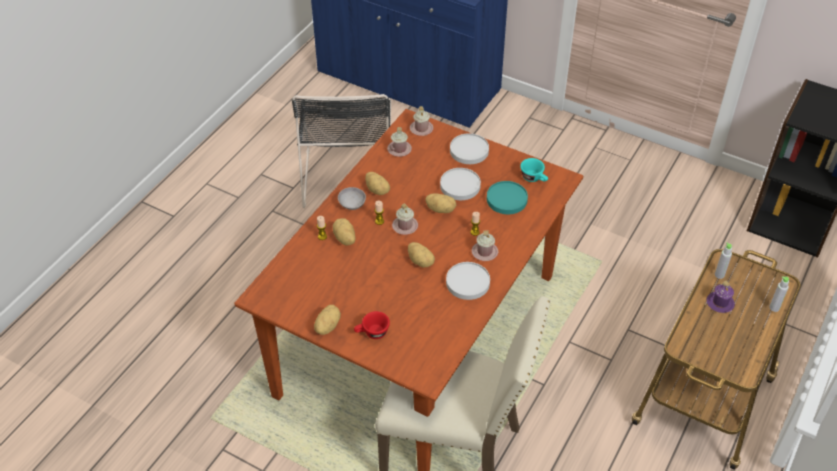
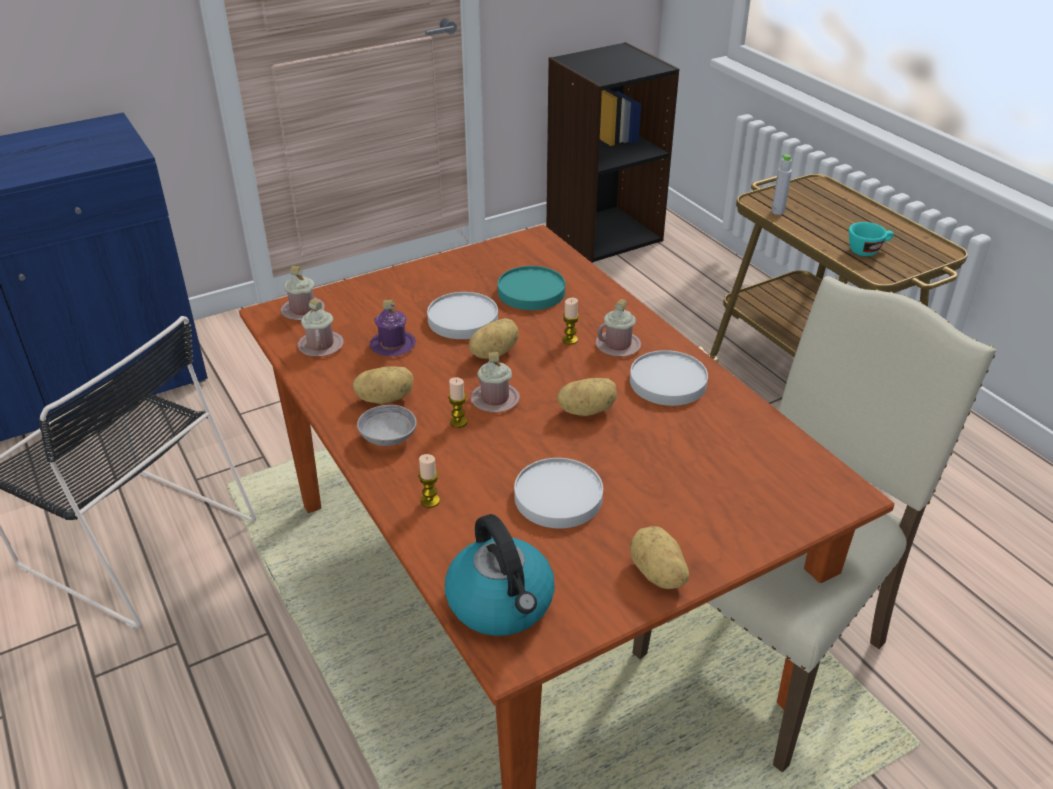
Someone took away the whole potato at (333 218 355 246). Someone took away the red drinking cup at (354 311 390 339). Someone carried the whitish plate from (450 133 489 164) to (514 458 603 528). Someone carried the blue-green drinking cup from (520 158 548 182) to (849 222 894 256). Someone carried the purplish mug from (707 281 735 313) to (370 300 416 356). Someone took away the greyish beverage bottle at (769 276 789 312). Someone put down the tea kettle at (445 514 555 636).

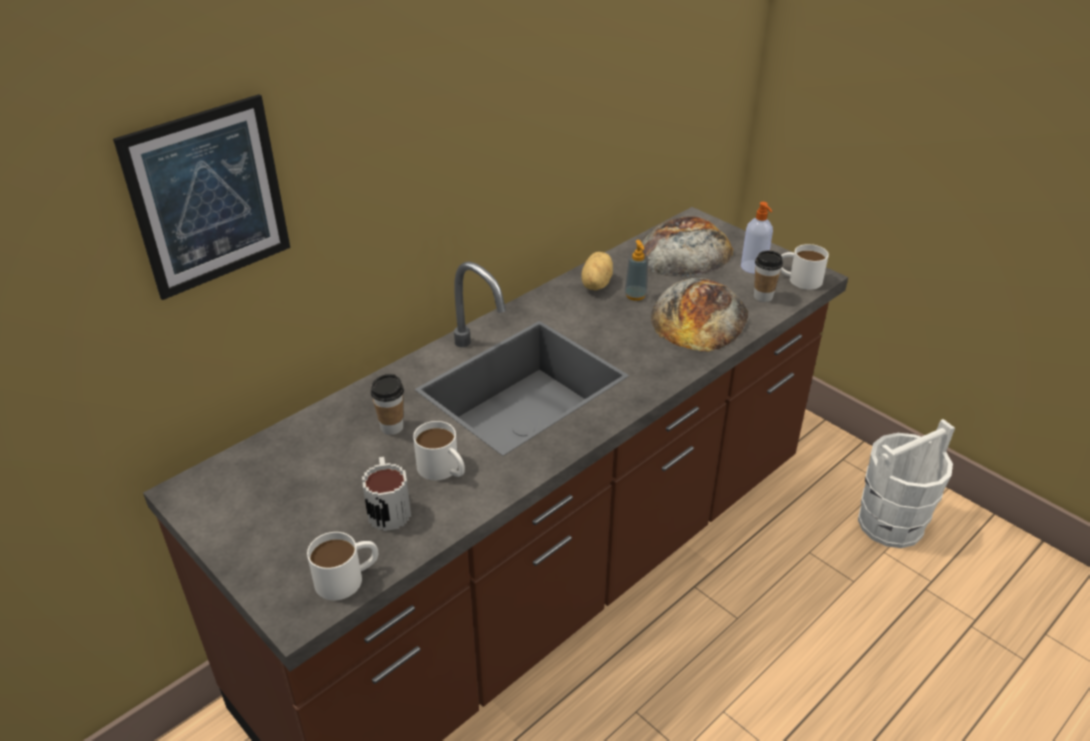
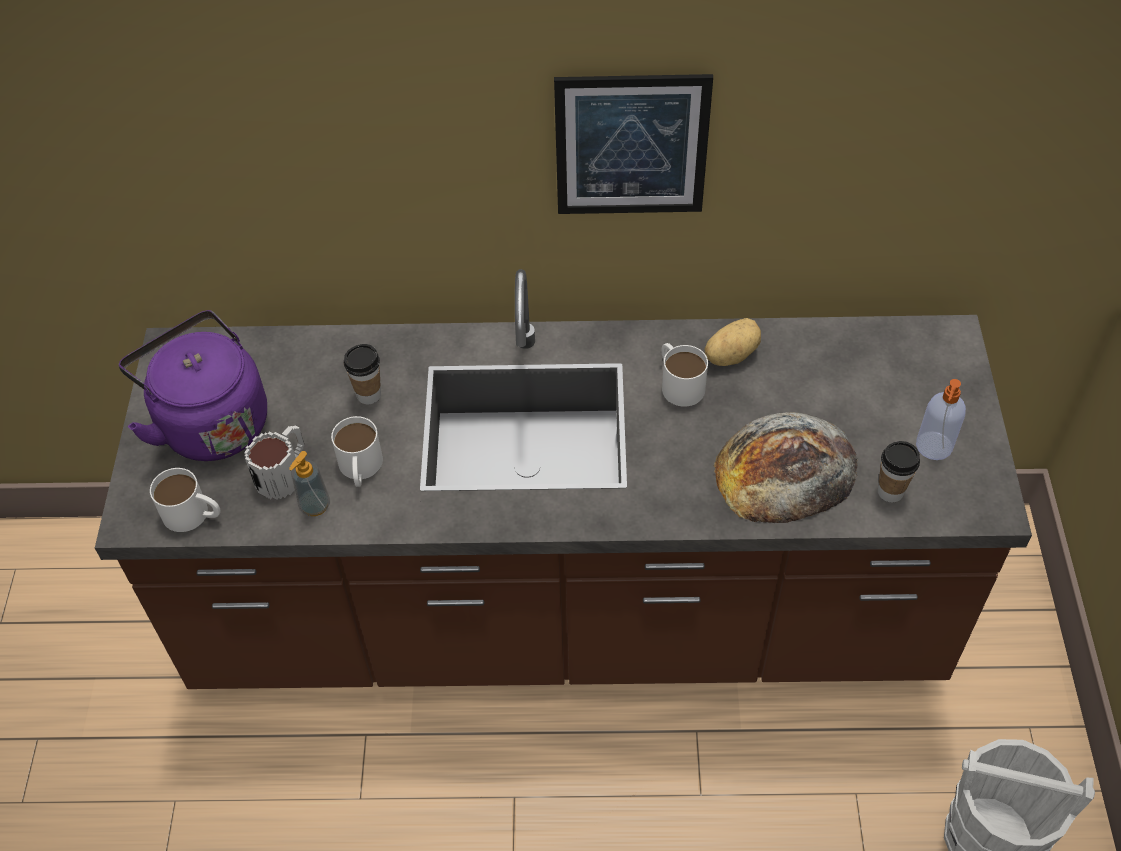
Someone carried the wall picture from (113 94 290 300) to (554 74 713 214). Someone carried the liquid soap bottle from (624 240 648 301) to (289 451 330 516). Someone took away the bread at (641 216 733 277). Someone carried the whitish mug from (780 244 829 290) to (662 343 708 407). Someone put down the purplish tea kettle at (119 310 267 461).

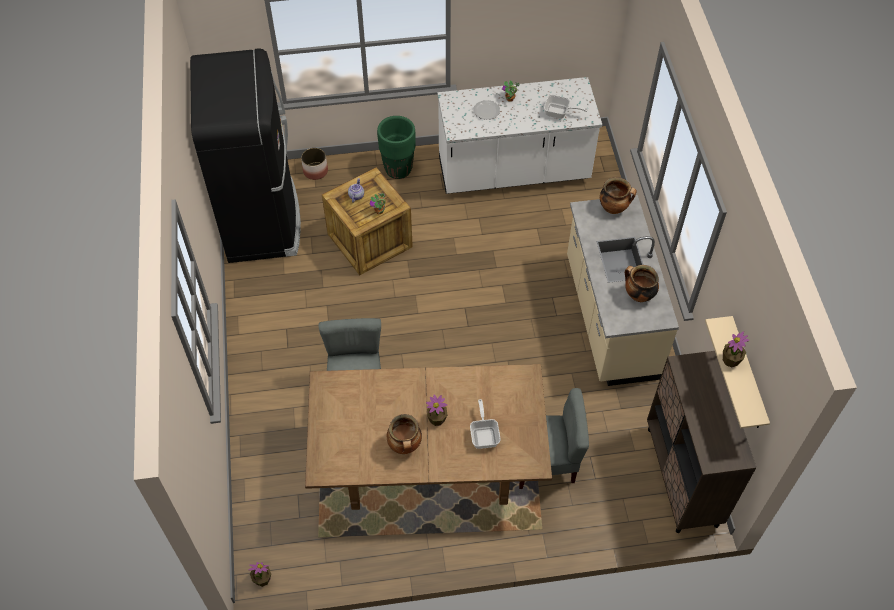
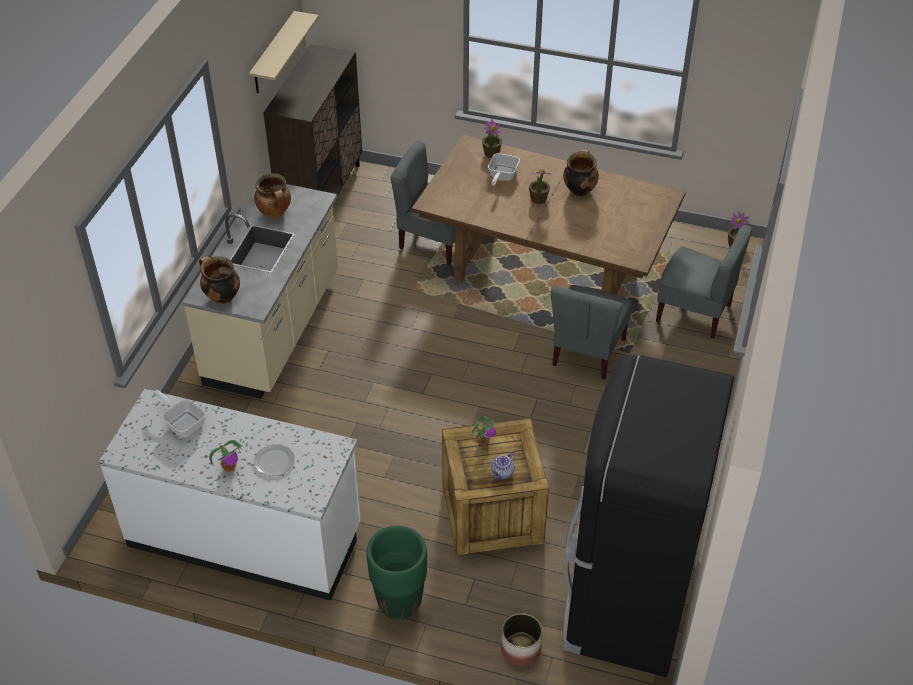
Someone carried the plant in a pot from (723 331 749 367) to (482 119 502 158). Someone put down the greyish chair at (656 225 753 338).

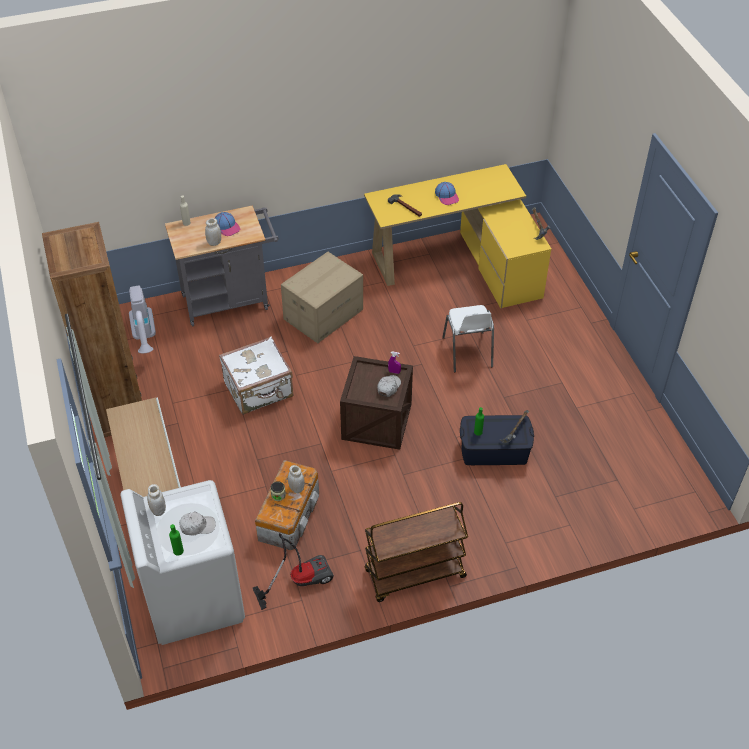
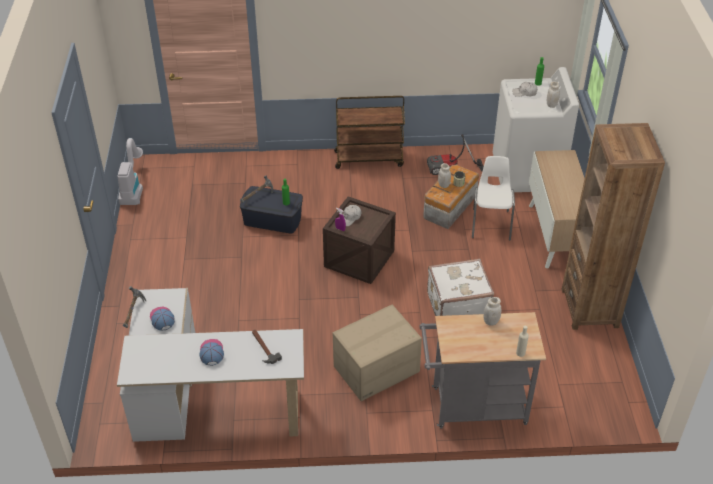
Someone carried the hoover from (129 286 156 353) to (118 138 143 205). Someone carried the cap from (215 212 240 236) to (150 306 175 331). Someone repainted the yellow-coloured desk at (364 164 552 309), which became the whitish desk at (117 288 304 442). Someone carried the whitish chair from (442 305 494 372) to (472 156 515 241).

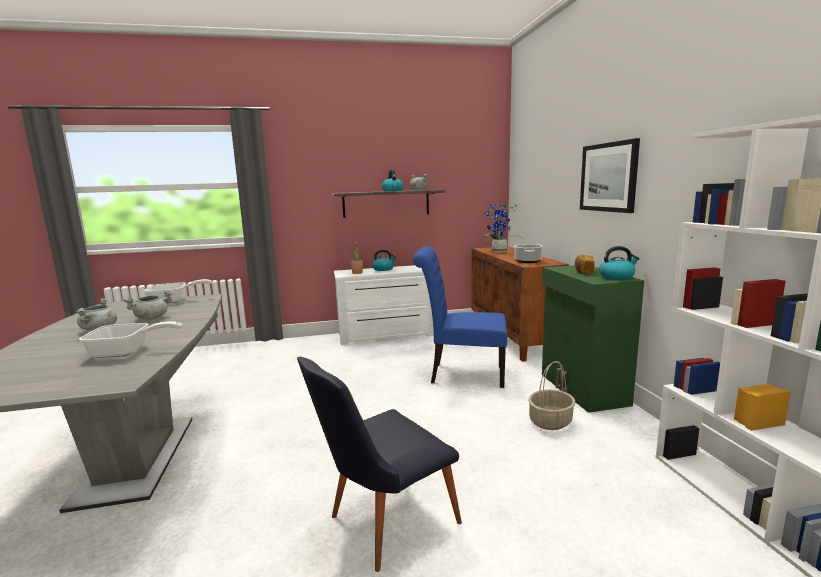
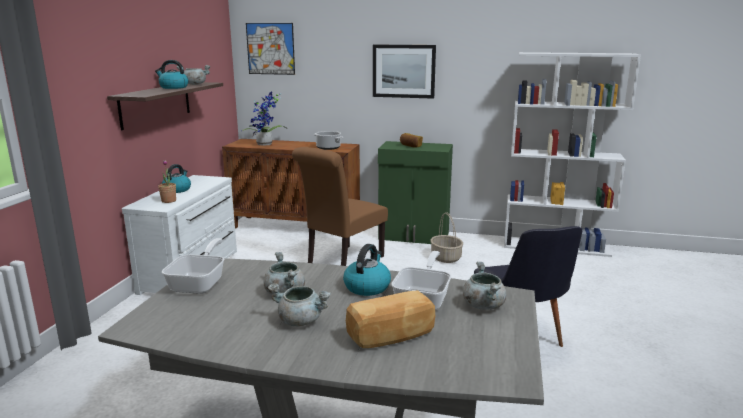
Someone repainted the blue chair at (413 246 508 388), which became the brownish chair at (292 147 388 266). Someone carried the tea kettle from (599 246 639 280) to (343 244 391 296). Someone put up the wall picture at (246 23 295 75). Someone put down the bread at (346 291 435 348). Someone put down the greyish cooking pot at (463 262 507 309).

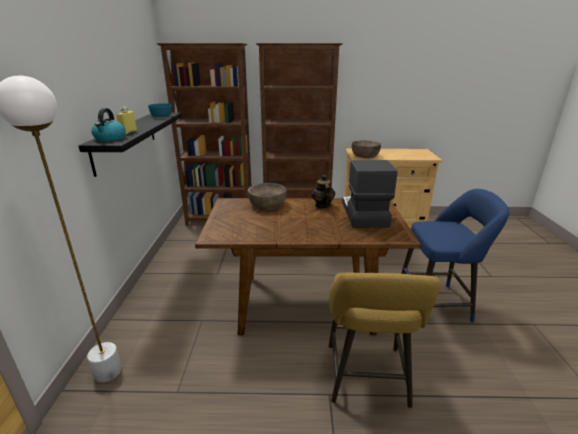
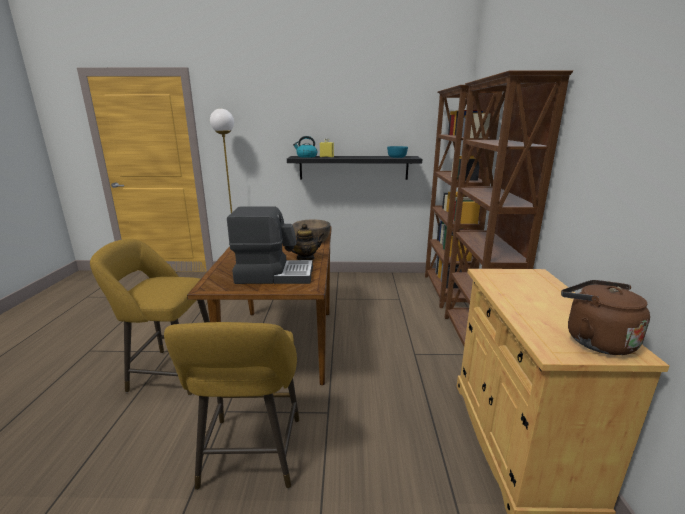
Someone took away the brownish serving bowl at (352 140 381 158). Someone repainted the blue stool at (401 189 509 323), which became the yellow-coloured stool at (164 322 299 490). Someone put down the brownish tea kettle at (561 280 650 355).

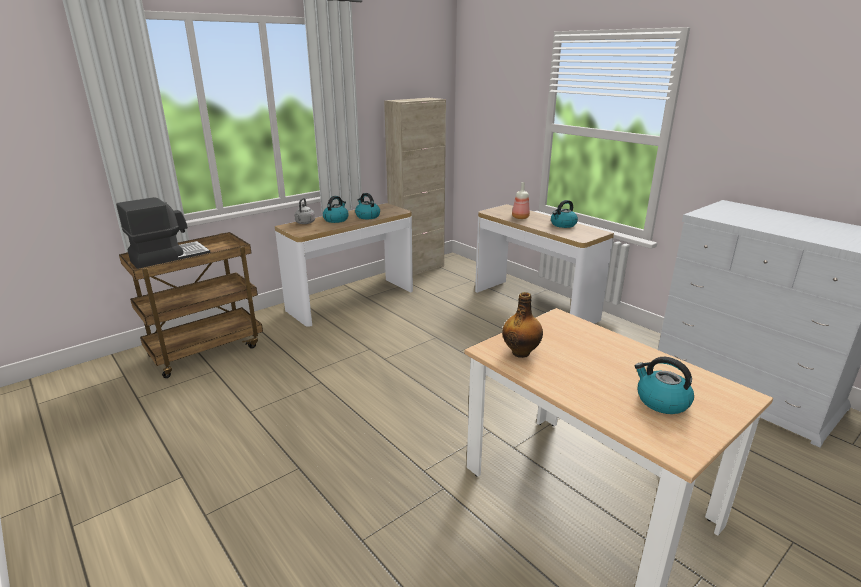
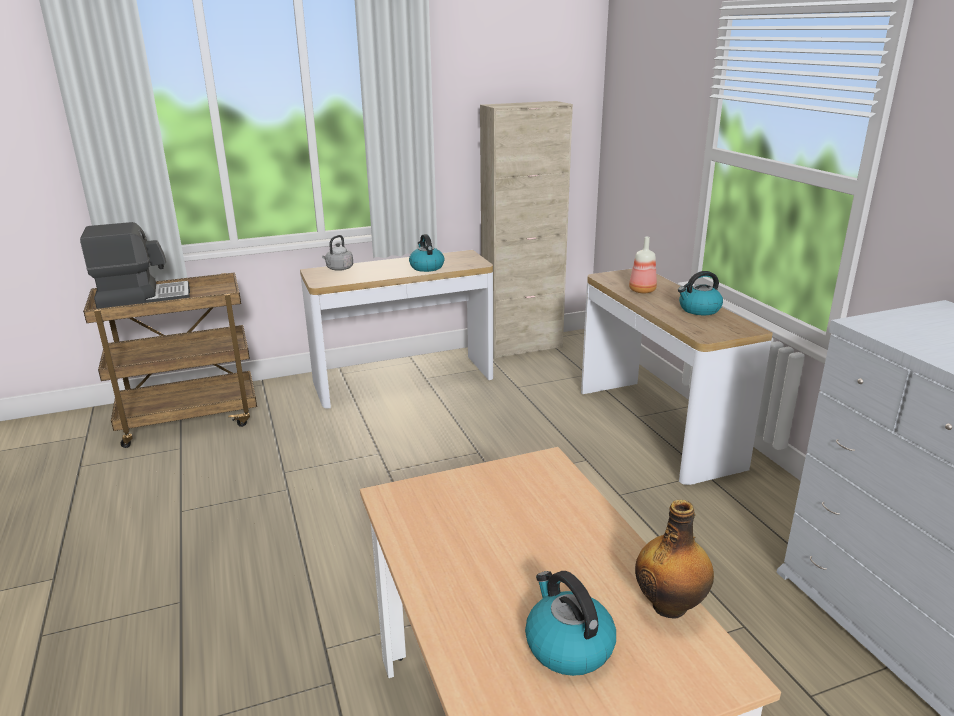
Someone took away the tea kettle at (323 196 349 223). Someone carried the beverage bottle from (502 292 543 358) to (635 500 714 618).

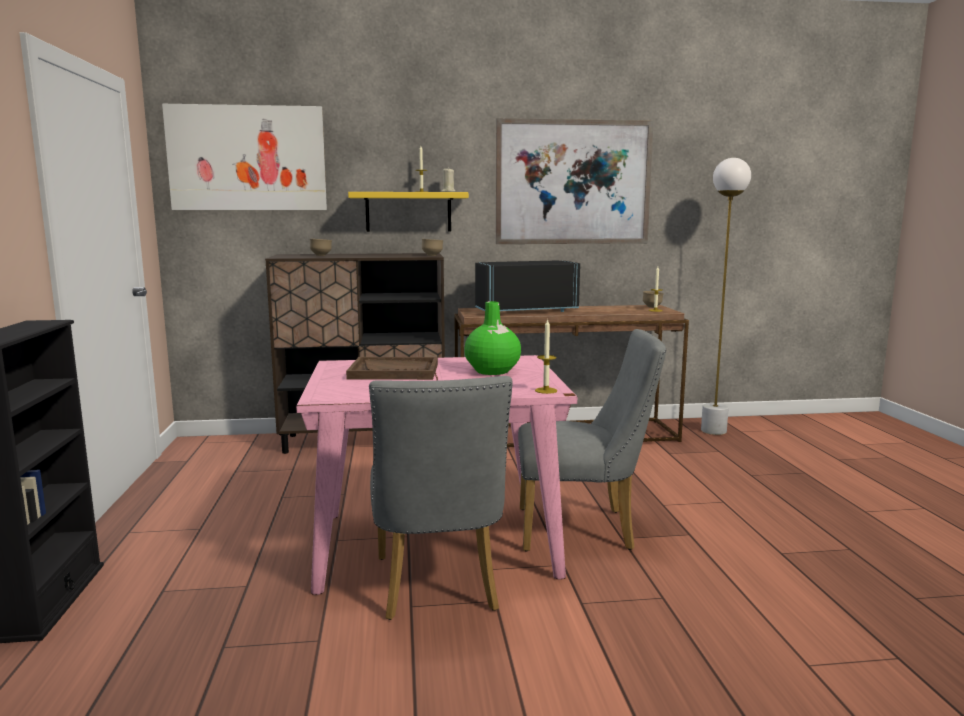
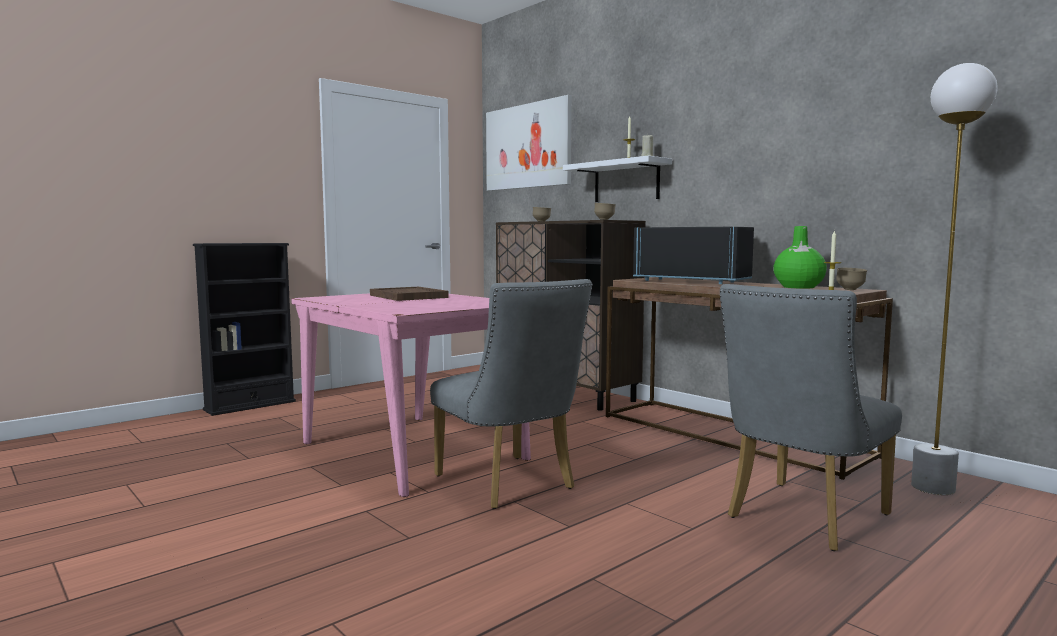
Someone repainted the yellow-coloured shelf at (348 192 469 232), which became the whitish shelf at (563 155 672 202). Someone carried the greyish chair from (369 376 512 620) to (720 284 902 551). Someone carried the greenish vase from (464 301 521 375) to (773 226 827 289). Someone took away the wall picture at (496 118 654 244). Someone took away the wax candle at (535 319 557 394).

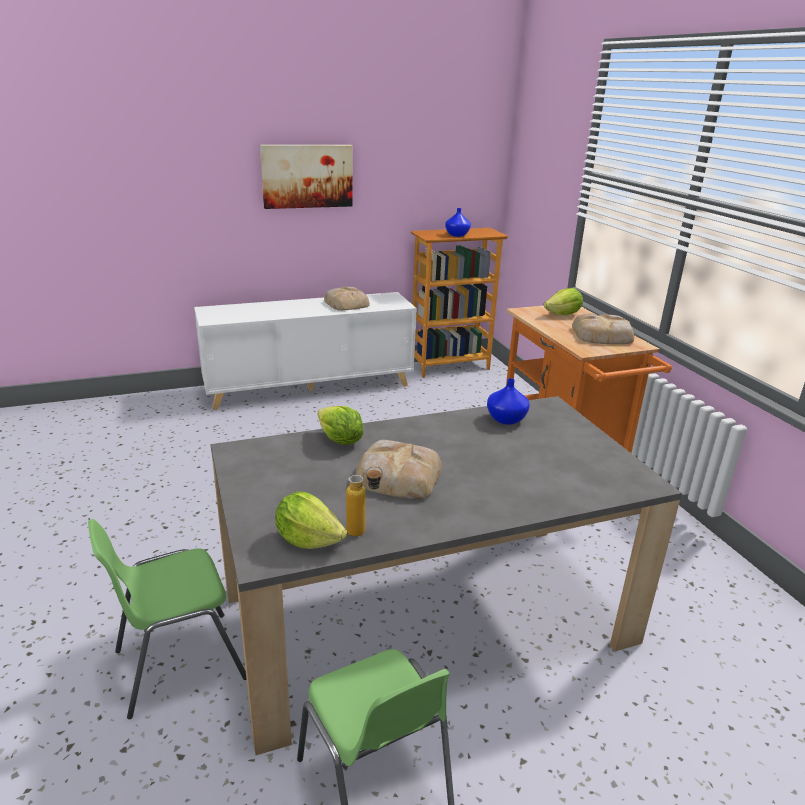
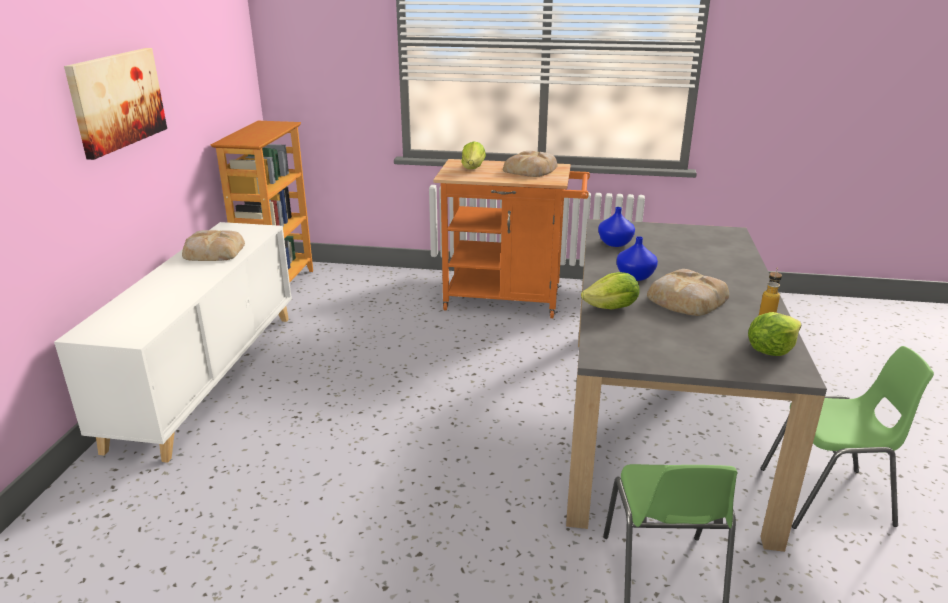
Someone carried the blue vase from (445 208 471 237) to (616 236 658 281).

